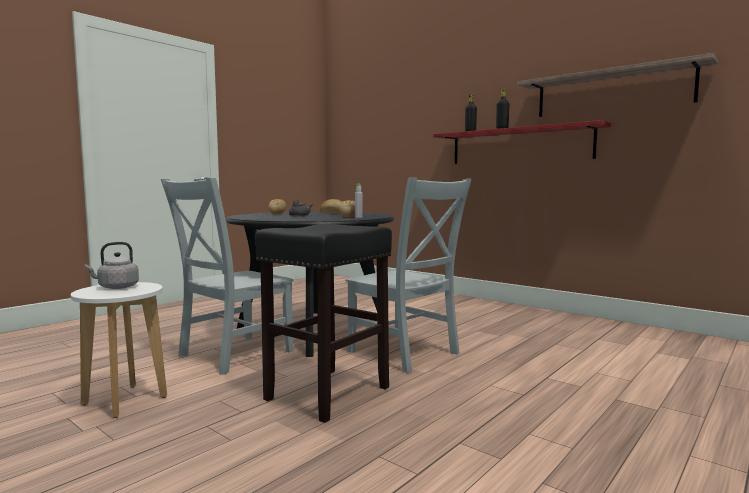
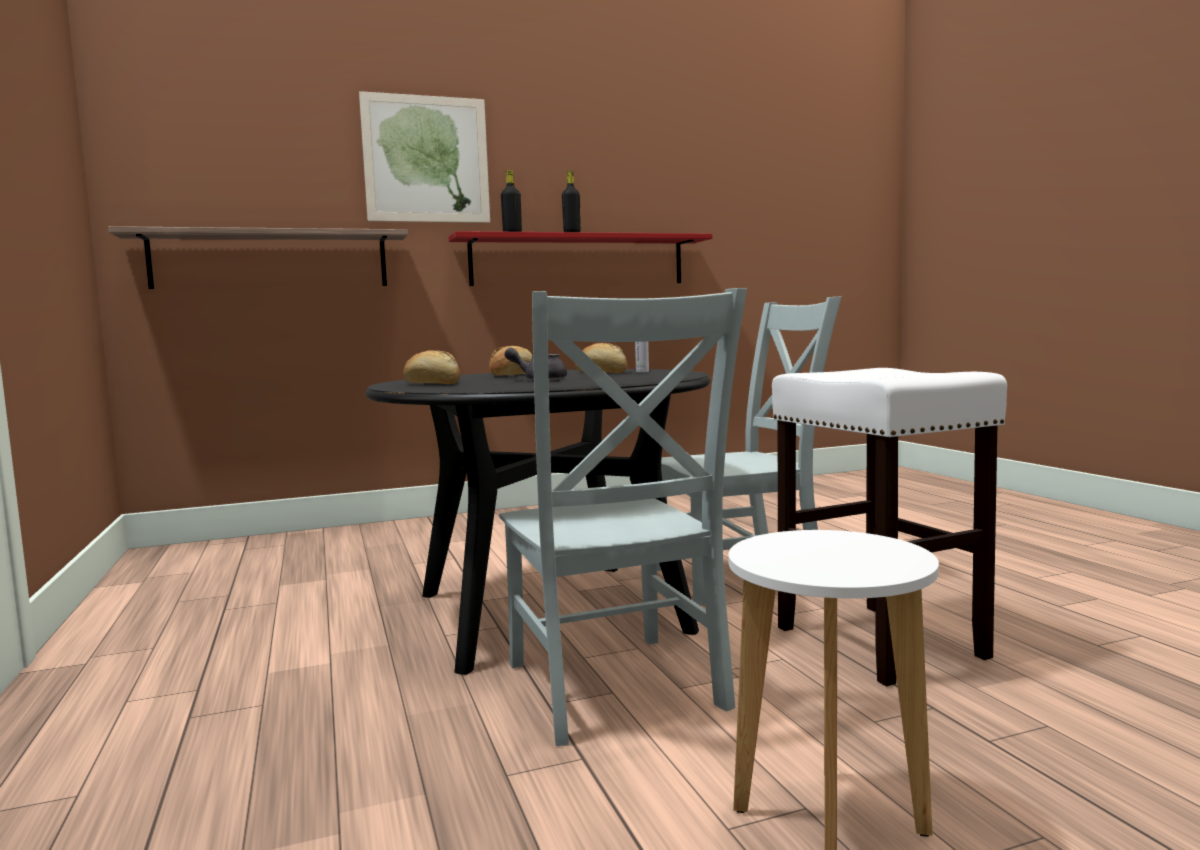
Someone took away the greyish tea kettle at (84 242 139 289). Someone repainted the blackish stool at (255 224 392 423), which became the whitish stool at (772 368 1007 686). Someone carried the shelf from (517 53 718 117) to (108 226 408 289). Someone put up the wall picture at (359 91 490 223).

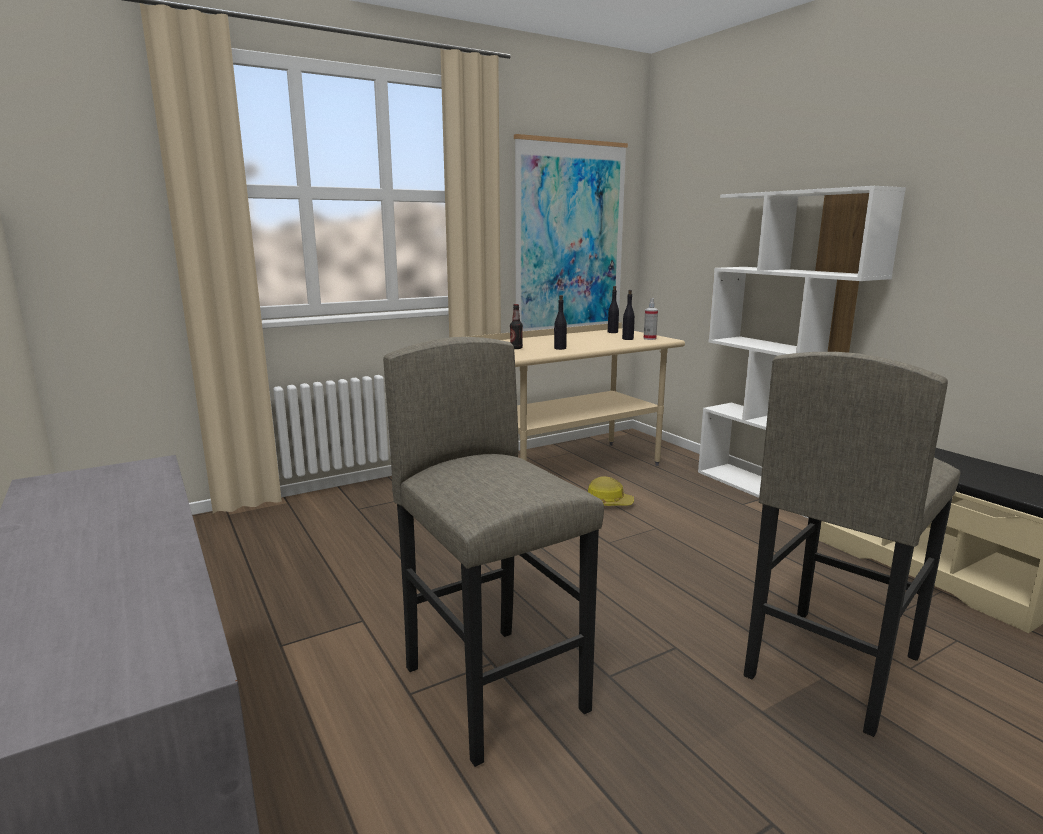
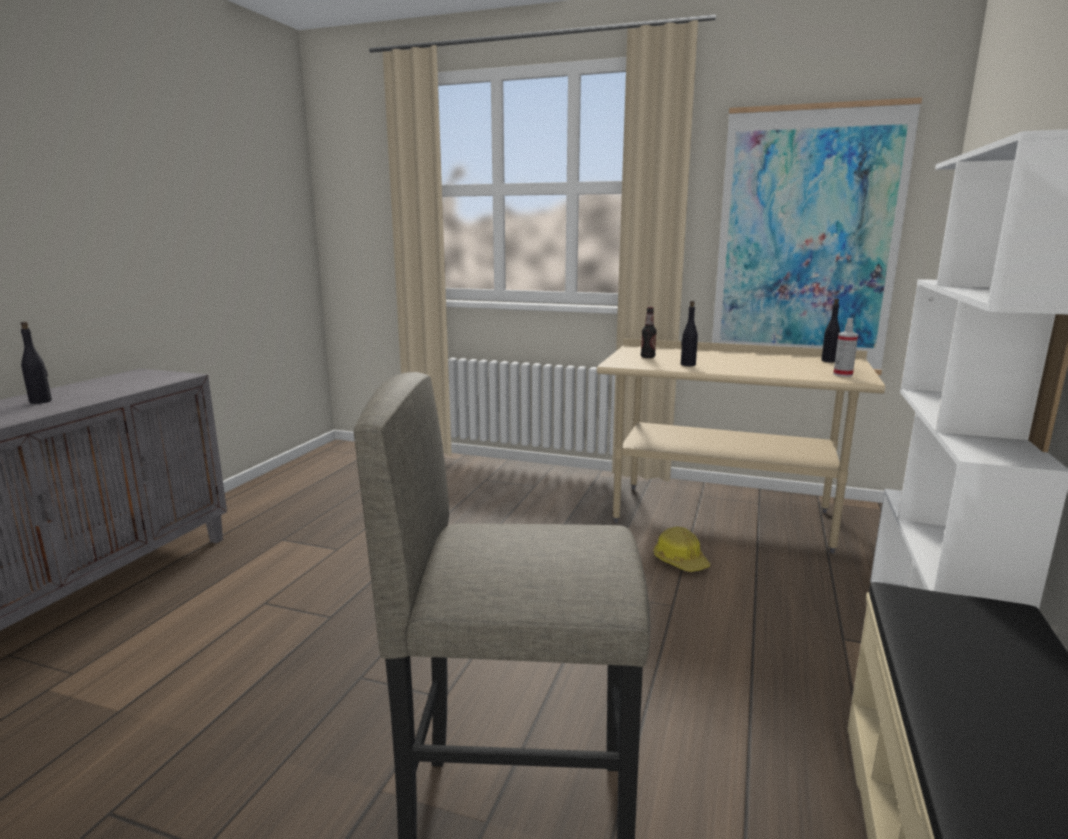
Someone took away the greyish stool at (383 337 604 767). Someone carried the blackish beverage bottle from (622 290 635 340) to (21 322 52 404).

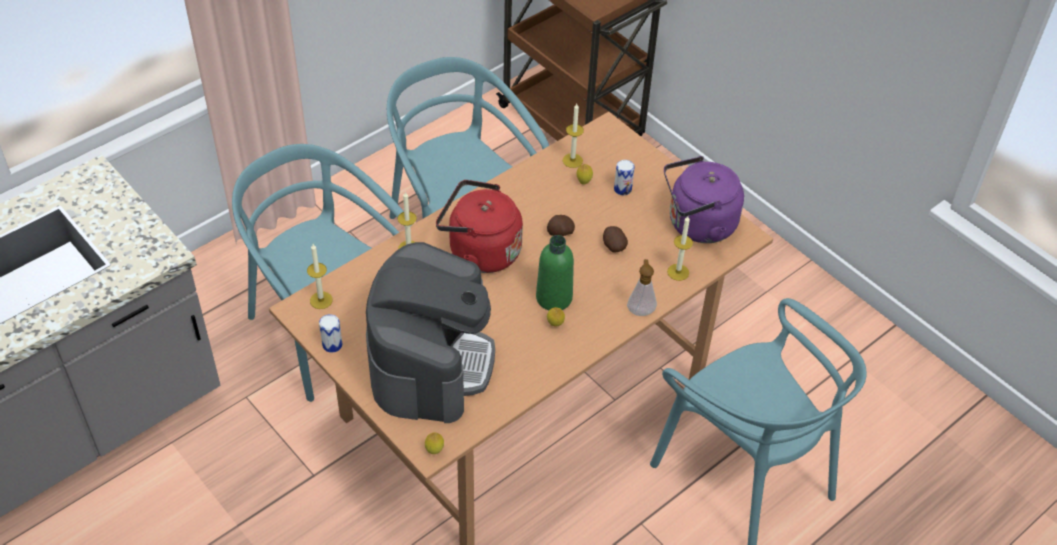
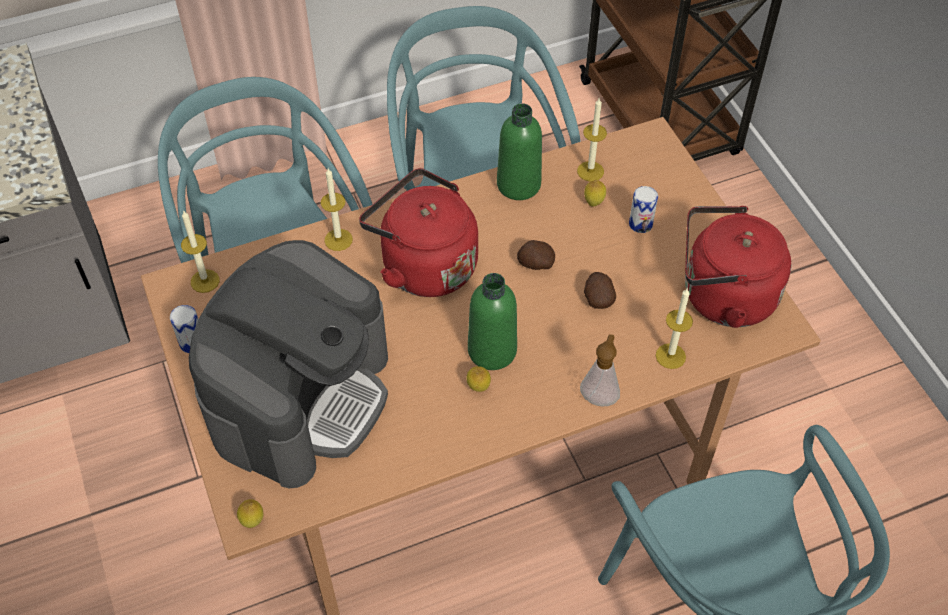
Someone repainted the purplish tea kettle at (664 156 744 243), which became the red tea kettle at (685 206 791 328). Someone put down the greenish beverage bottle at (497 103 542 200).

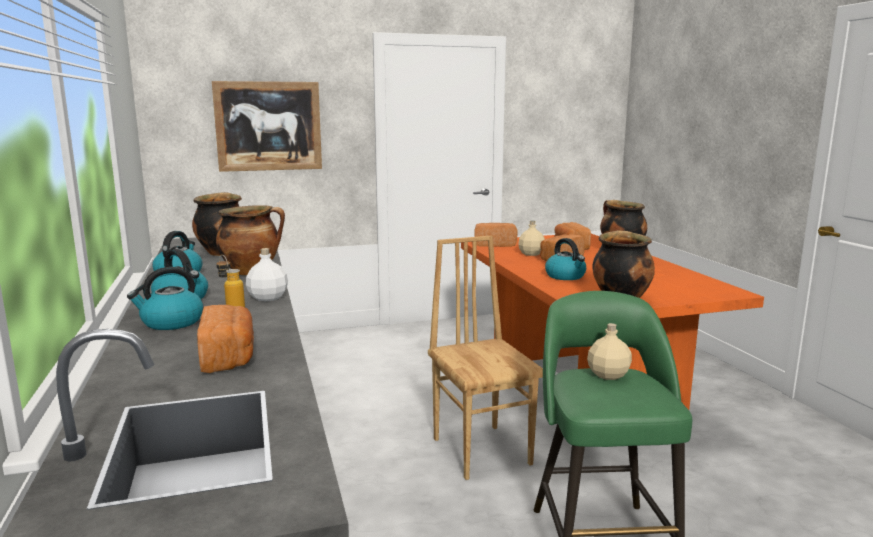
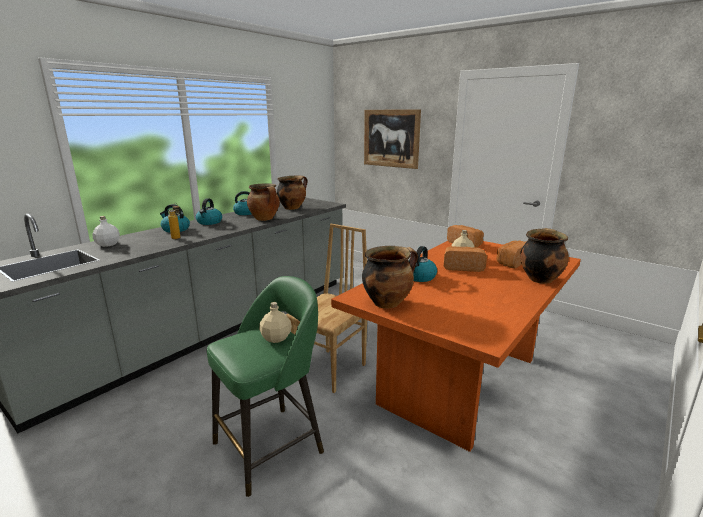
Someone took away the bread at (197 305 254 373). Someone carried the whitish beverage bottle from (246 248 288 301) to (92 216 120 247).

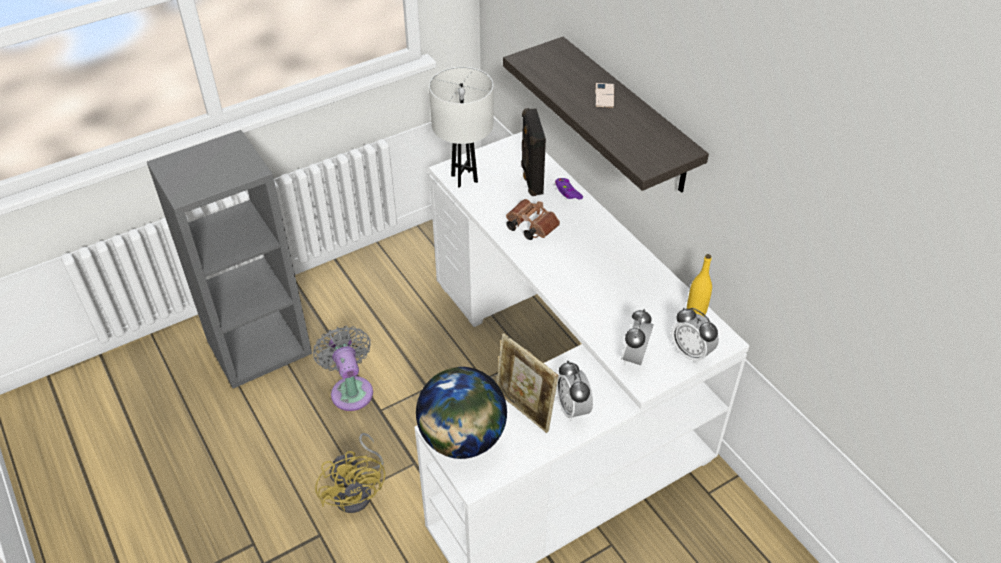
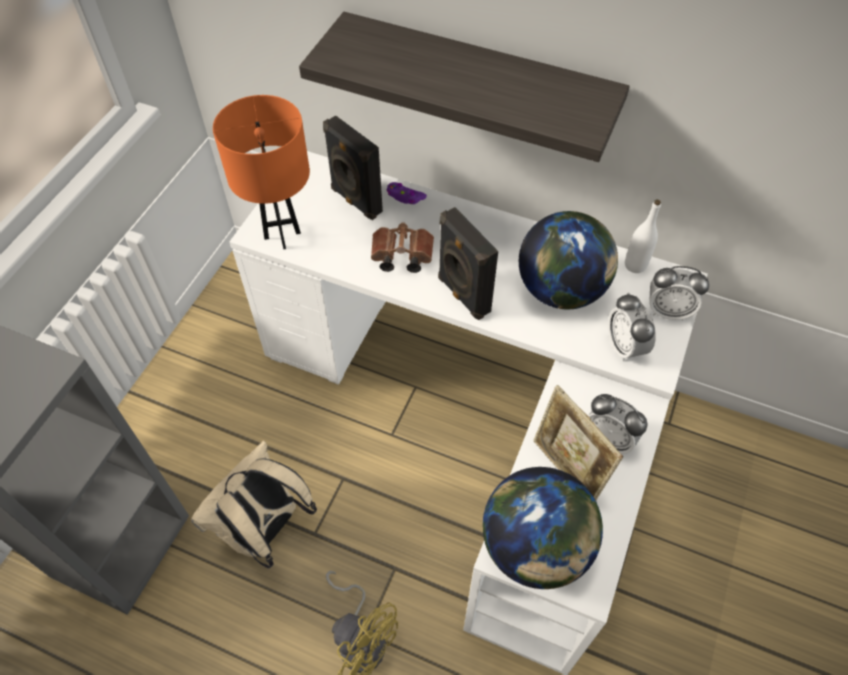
Someone swapped the greyish electric fan at (313 326 373 411) for the beige-coloured rucksack at (191 441 317 569). Someone repainted the whitish table lamp at (429 67 494 188), which became the orange table lamp at (213 95 310 249). Someone rotated the photo frame at (497 333 559 433) by 45 degrees clockwise. Someone took away the phone at (595 83 614 108). Someone repainted the yellow-coloured beverage bottle at (687 254 712 316), which became the whitish beverage bottle at (625 200 661 273). Someone put down the blackish loudspeaker at (438 207 498 320). Someone put down the desk globe at (519 211 618 309).

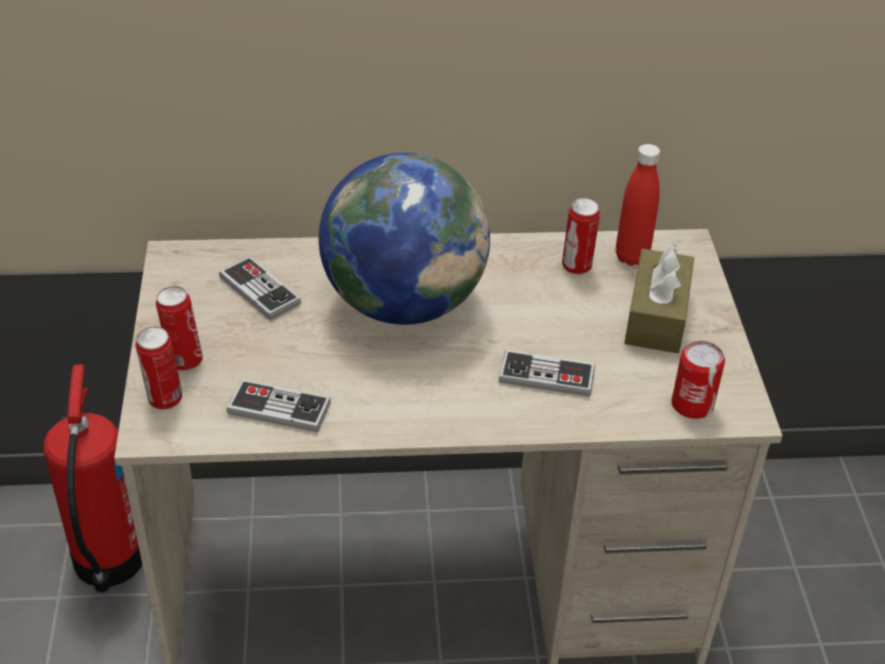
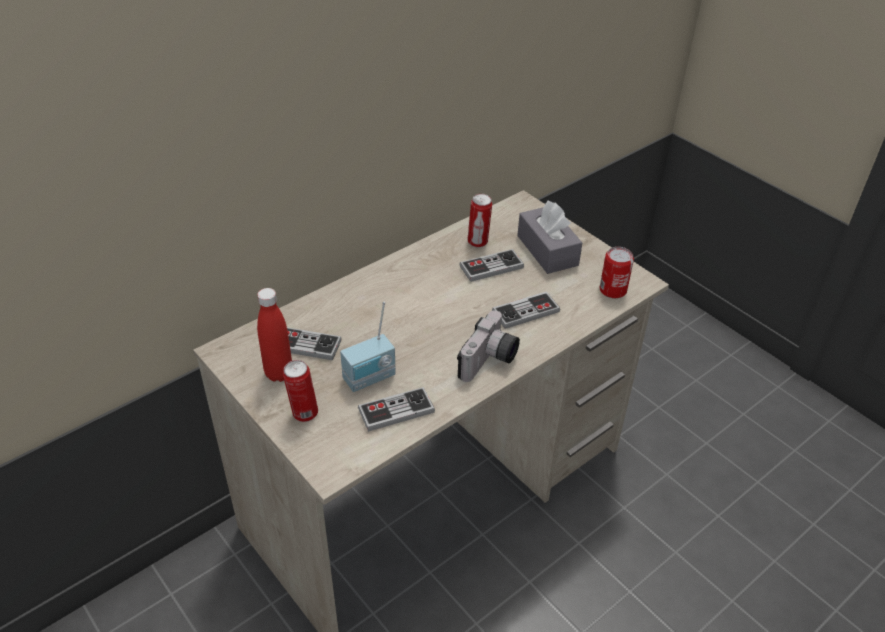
Someone took away the extinguisher at (44 364 142 593). Someone took away the sealed can at (135 326 182 410). Someone took away the desk globe at (319 153 490 325). Someone carried the red beverage bottle from (616 144 660 266) to (257 288 292 382). Someone repainted the brownish tissue box at (624 244 694 353), which became the greyish tissue box at (517 200 582 274). Someone put down the radio receiver at (340 301 396 392). Someone put down the still camera at (457 310 520 382). Someone put down the game controller at (459 249 524 282).

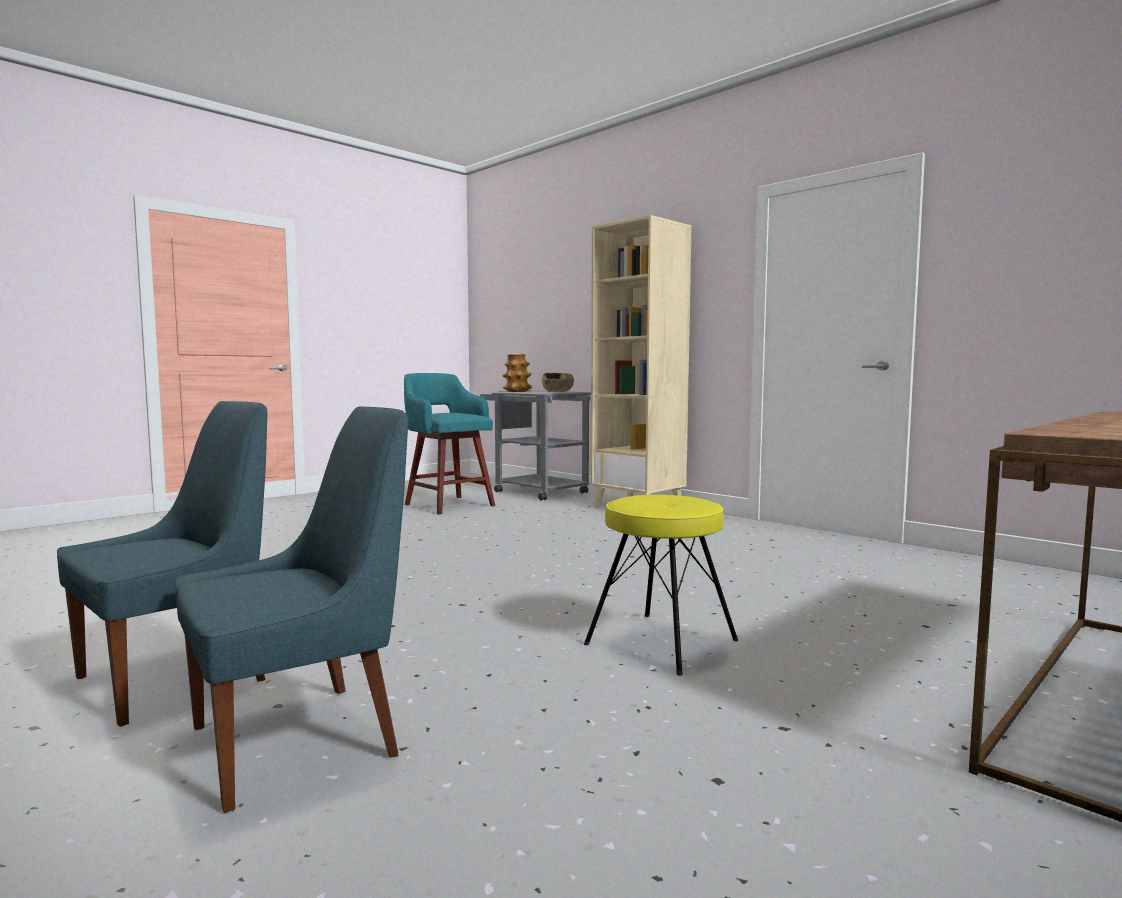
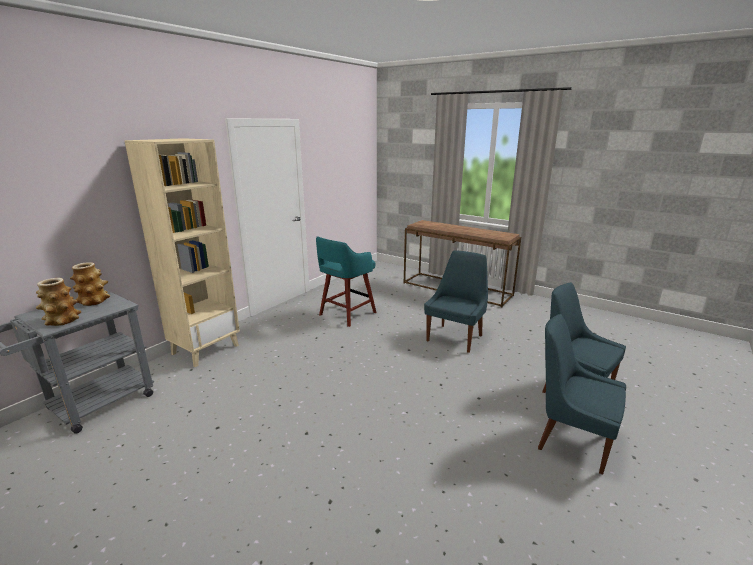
Someone carried the blue-green stool from (404 373 495 515) to (316 236 376 327). Someone swapped the brownish serving bowl at (542 373 574 392) for the vase at (70 262 110 306). Someone swapped the yellow-coloured stool at (584 495 738 676) for the blue chair at (424 250 488 353).

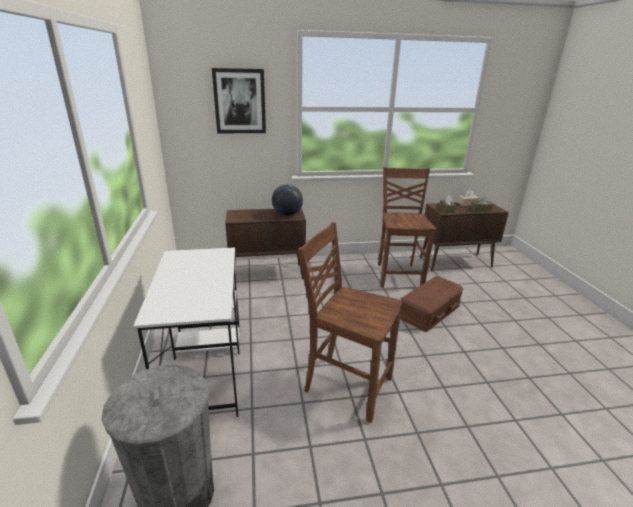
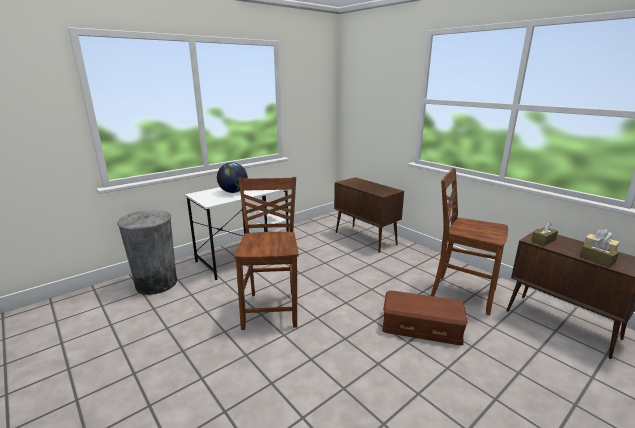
Someone took away the wall picture at (212 68 266 133). Someone carried the desk globe from (272 185 303 216) to (217 162 248 193). Someone rotated the brownish chair at (378 167 436 287) by 120 degrees counterclockwise.

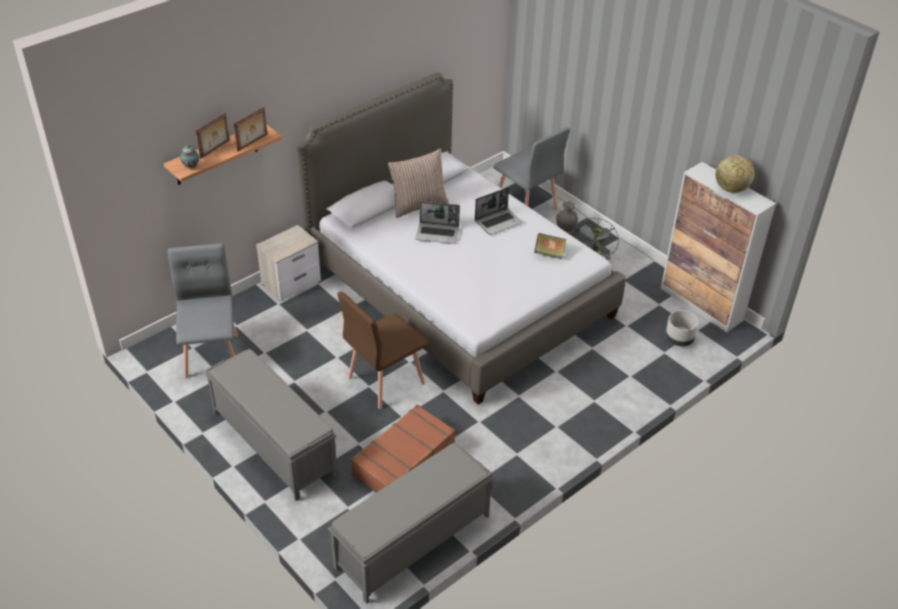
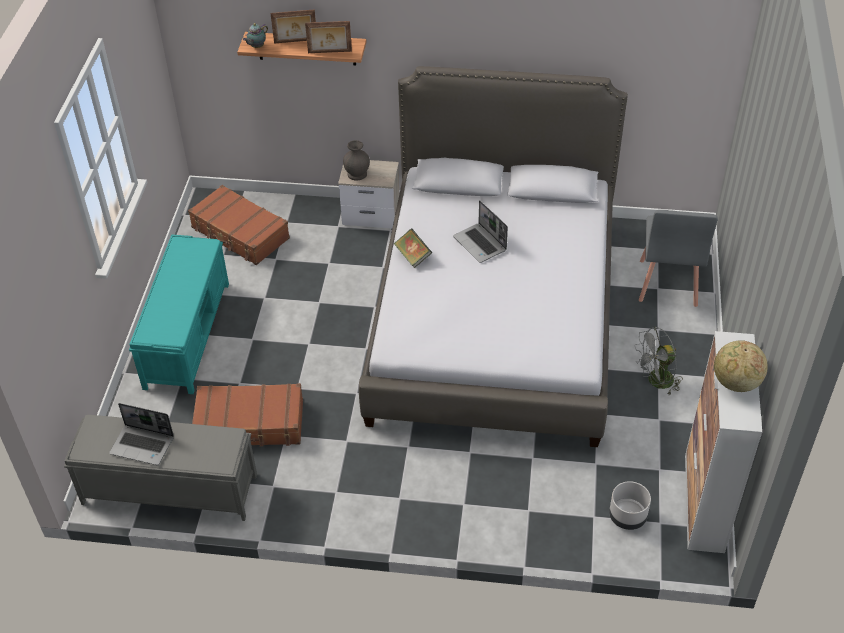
Someone swapped the greyish chair at (168 243 238 378) for the brownish travel case at (188 185 290 265). Someone repainted the greyish bench at (205 349 338 501), which became the blue-green bench at (129 234 229 394). Someone took away the brownish chair at (338 292 429 409). Someone took away the throw pillow at (387 148 449 218). Someone carried the notebook computer from (475 187 522 235) to (109 403 174 465). Someone carried the volume from (534 233 566 259) to (394 229 432 268). Someone carried the greyish vase from (556 201 578 234) to (343 140 370 180).

